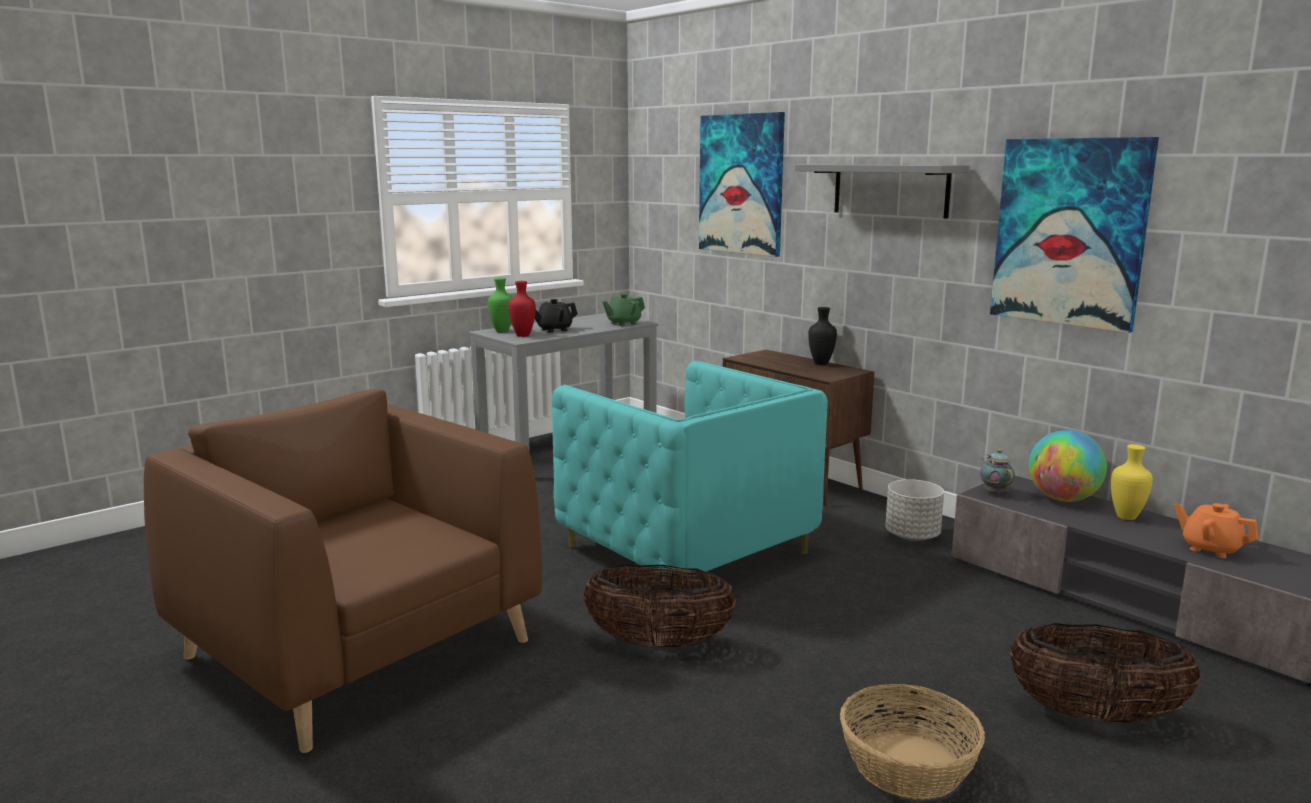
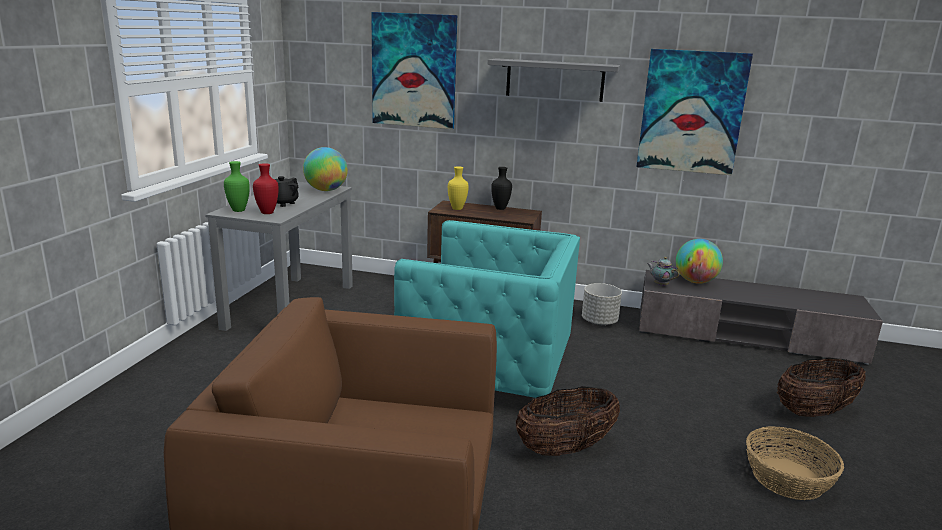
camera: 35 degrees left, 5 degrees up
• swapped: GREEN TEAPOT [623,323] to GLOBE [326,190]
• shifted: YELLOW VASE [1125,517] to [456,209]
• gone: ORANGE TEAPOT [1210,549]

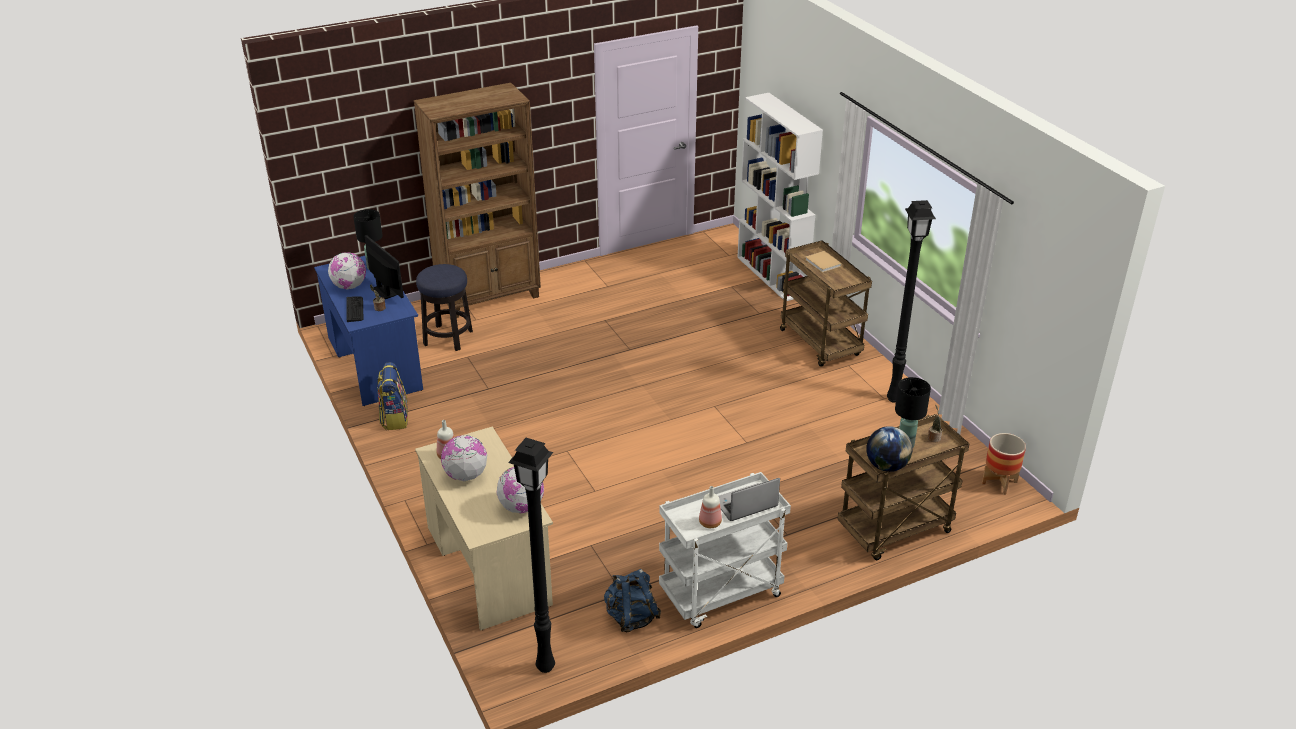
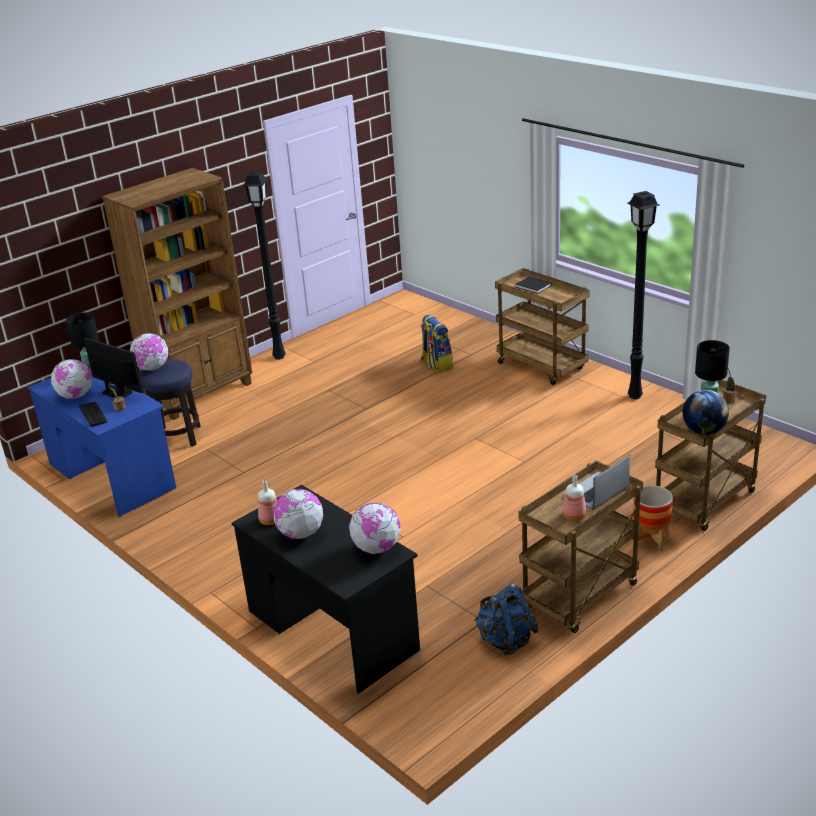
camera: 15 degrees left, 5 degrees down
• shifted: BACKPACK [394,418] to [436,365]
• repainted: BEIGE DESK [488,565] to BLACK DESK [332,630]
• shifted: BLACK FLOOR LAMP [543,667] to [278,357]
• repainted: WHITE CART [720,595] to BROWN CART [580,598]
• gone: WHITE BOOKCASE [772,276]
• repainted: BEIGE BOOK [823,263] to BLACK BOOK [534,286]
• shifted: PLANTER [999,483] to [650,540]
• new: GLOBE [152,368]

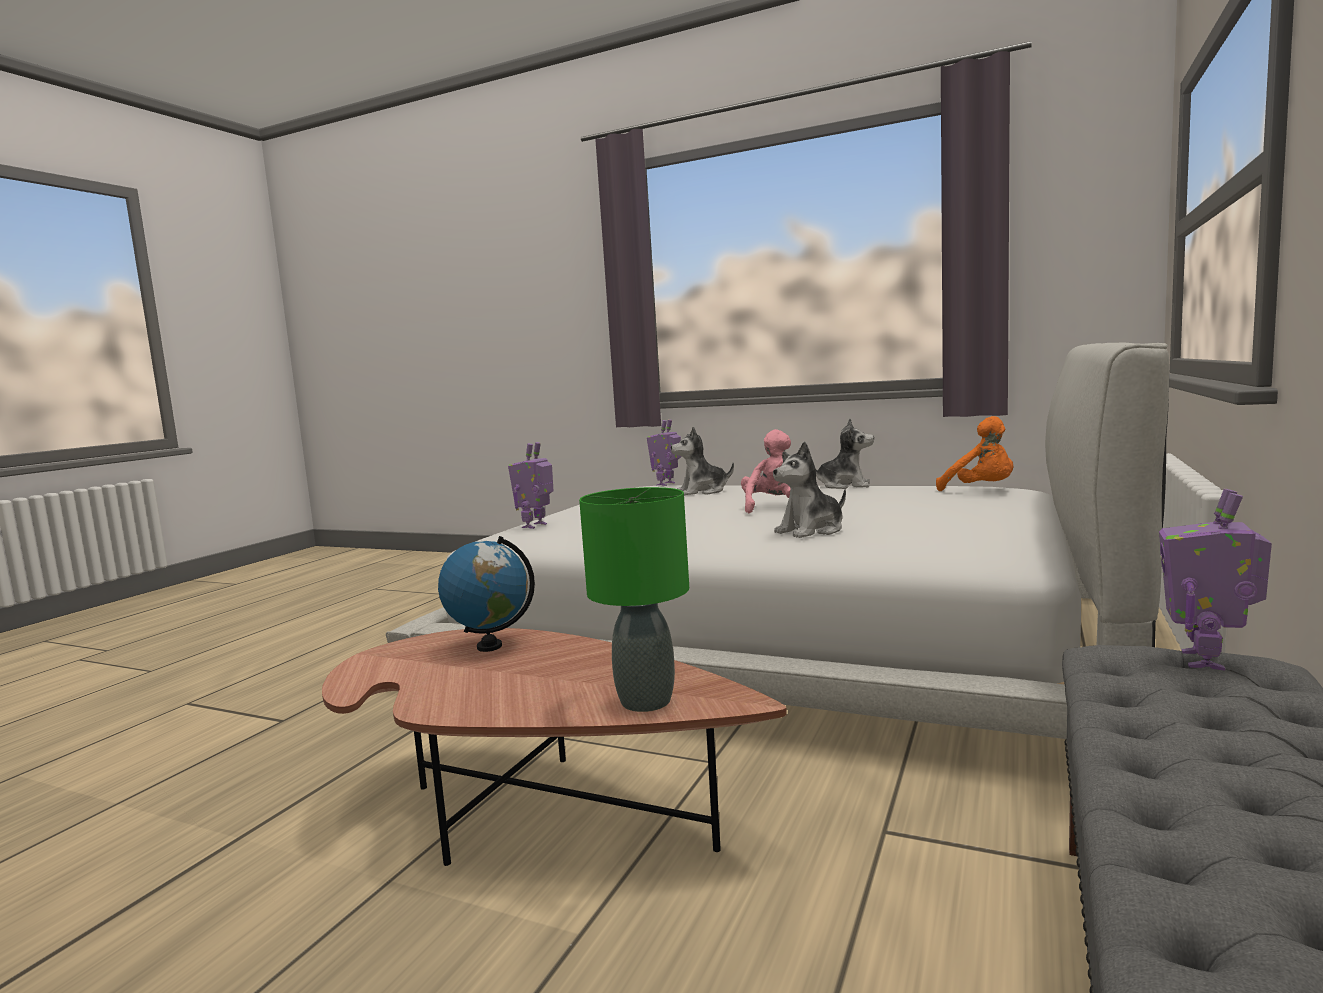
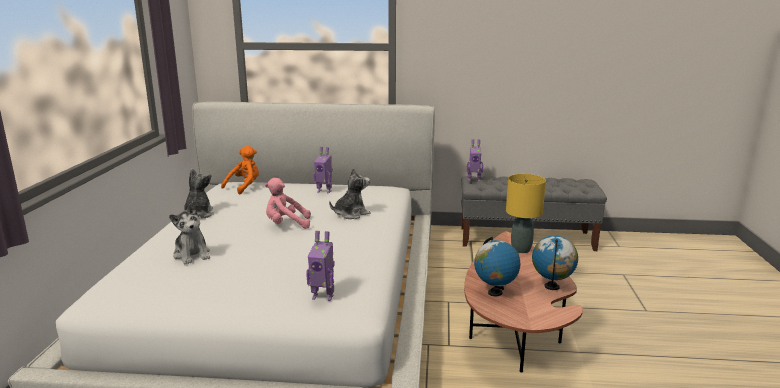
camera: 110 degrees left, 10 degrees up
• repainted: GREEN TABLE LAMP [647,701] to YELLOW TABLE LAMP [520,249]
• shifted: TOY ROBOT [666,484] to [324,191]
• rotated: PLUSH TOY [811,531] = [351,214] 75 degrees counterclockwise
• new: GLOBE [552,287]

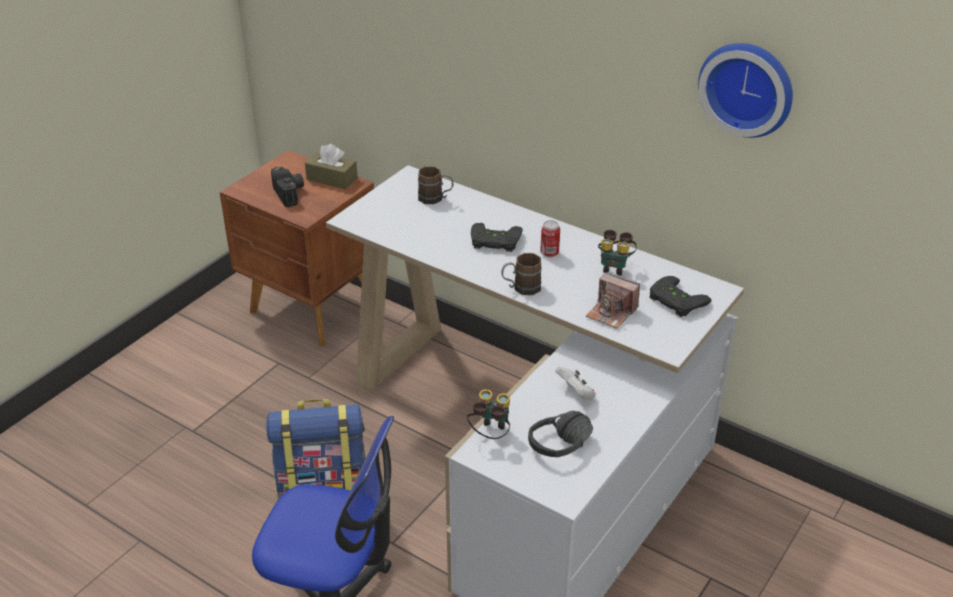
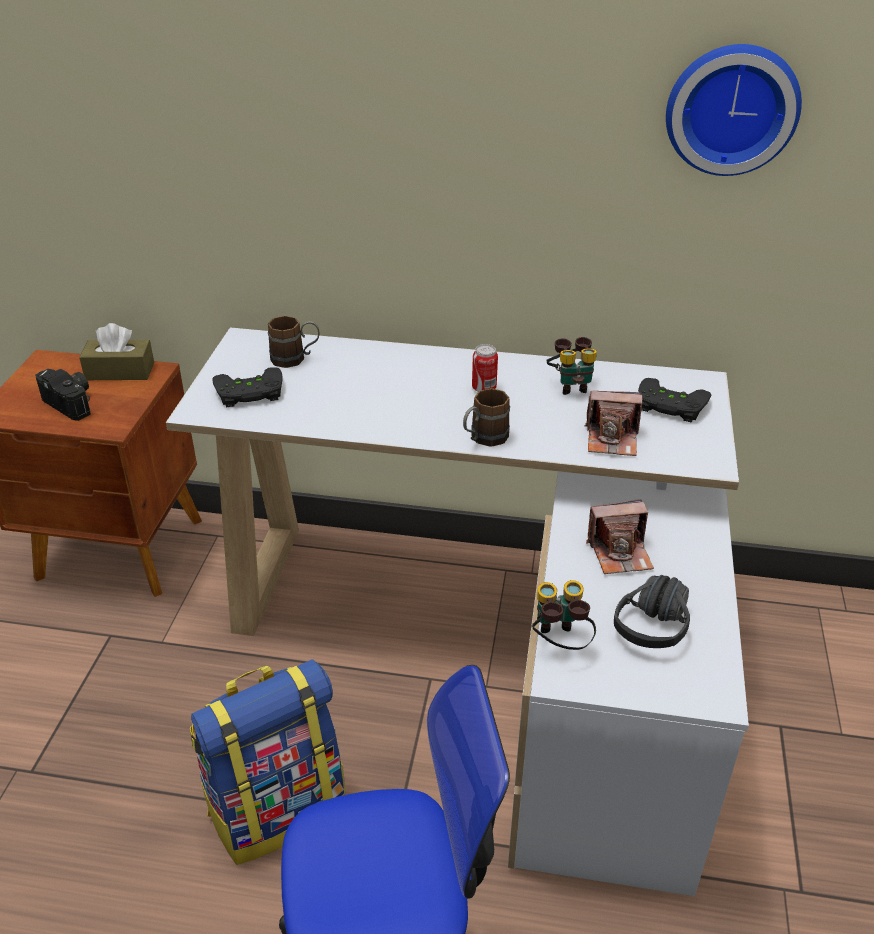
camera: 25 degrees left, 0 degrees up
• shifted: BLACK GAME CONTROLLER [494,242] to [249,394]
• swapped: WHITE GAME CONTROLLER [576,393] to PHOTO CAMERA [620,553]

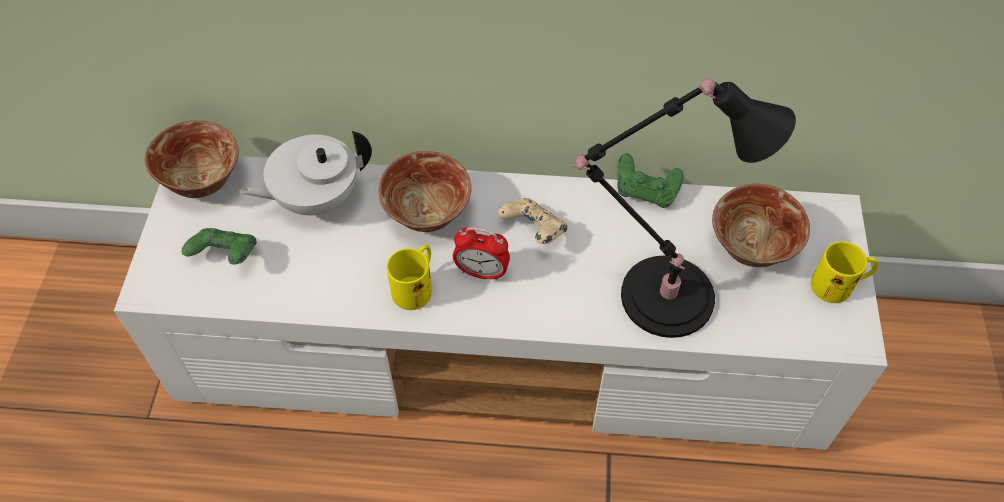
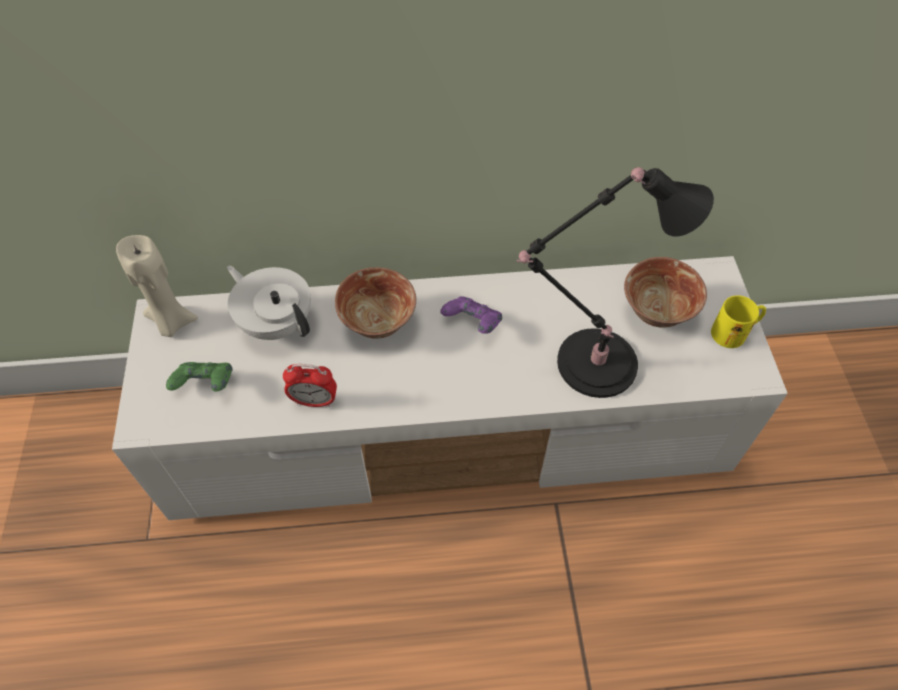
camera: 10 degrees left, 0 degrees up
• swapped: BOWL [202,181] to BEIGE CANDLE [171,322]
• rotated: WHITE TEAPOT [315,198] = [276,323] 75 degrees clockwise
• gone: YELLOW MUG [416,285]
• shifted: ALARM CLOCK [482,272] to [314,401]
• repainted: BEIGE GAME CONTROLLER [533,231] to PURPLE GAME CONTROLLER [472,324]
• gone: GREEN GAME CONTROLLER [646,192]

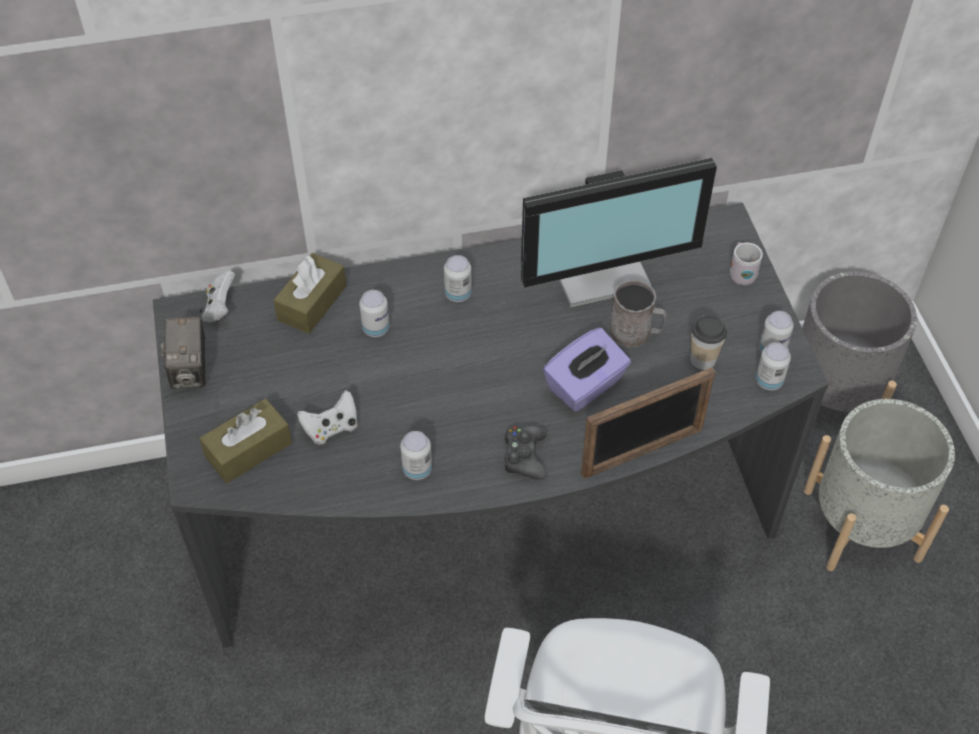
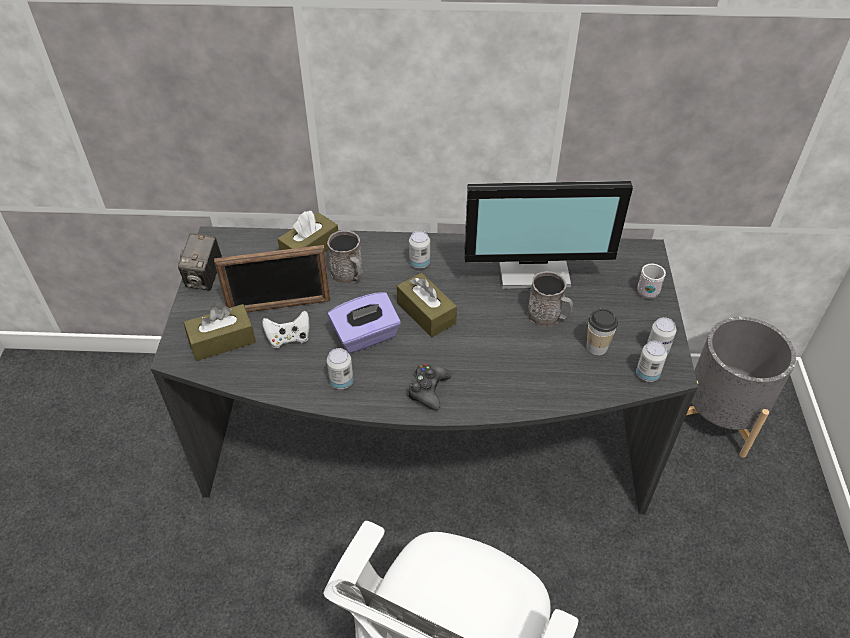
camera: 15 degrees right, 5 degrees down
• gone: WHITE GAME CONTROLLER [220,308]
• swapped: CAN [376,329] to GREY MUG [349,275]
• shifted: PURPLE TISSUE BOX [585,386] to [366,336]
• shifted: PICTURE FRAME [642,452] to [279,306]
• gone: GREY PLANTER [861,524]
• new: BROWN TISSUE BOX [426,313]

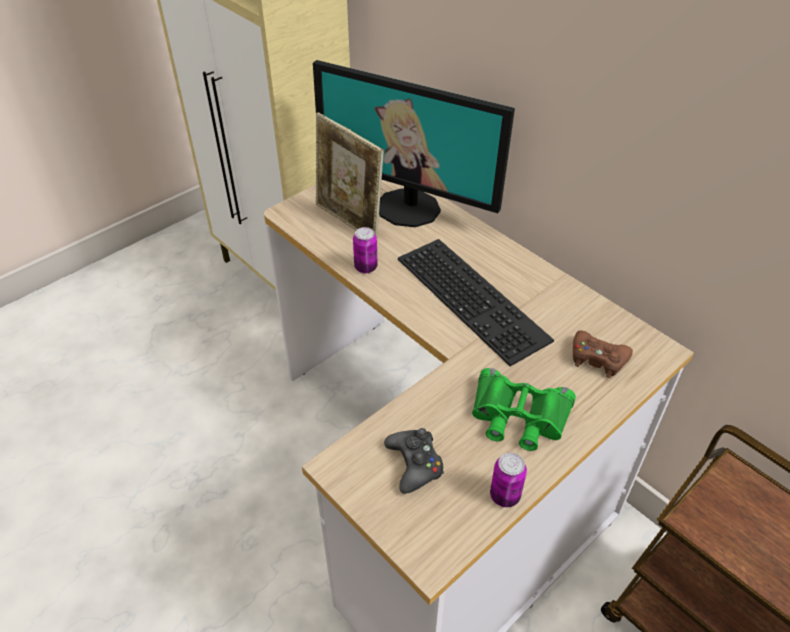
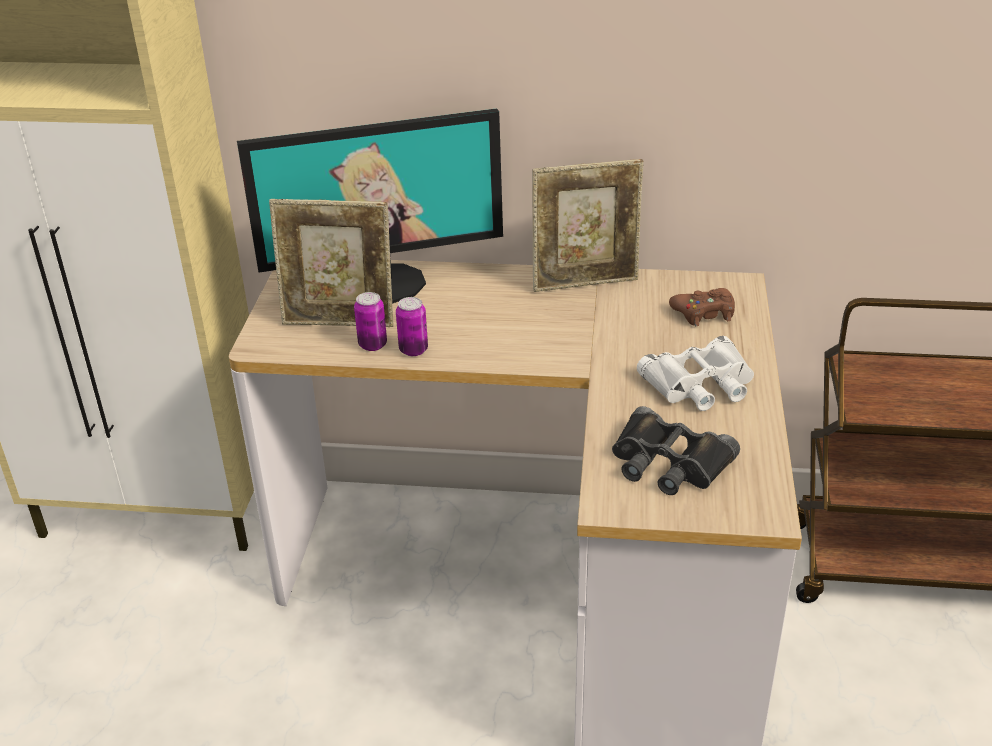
camera: 40 degrees left, 10 degrees down
• swapped: BLACK GAME CONTROLLER [415,464] to BLACK BINOCULARS [668,463]
• gone: KEYBOARD [475,298]
• repainted: GREEN BINOCULARS [518,416] to WHITE BINOCULARS [700,384]
• shifted: CAN [504,496] to [372,345]
• new: PICTURE FRAME [585,283]

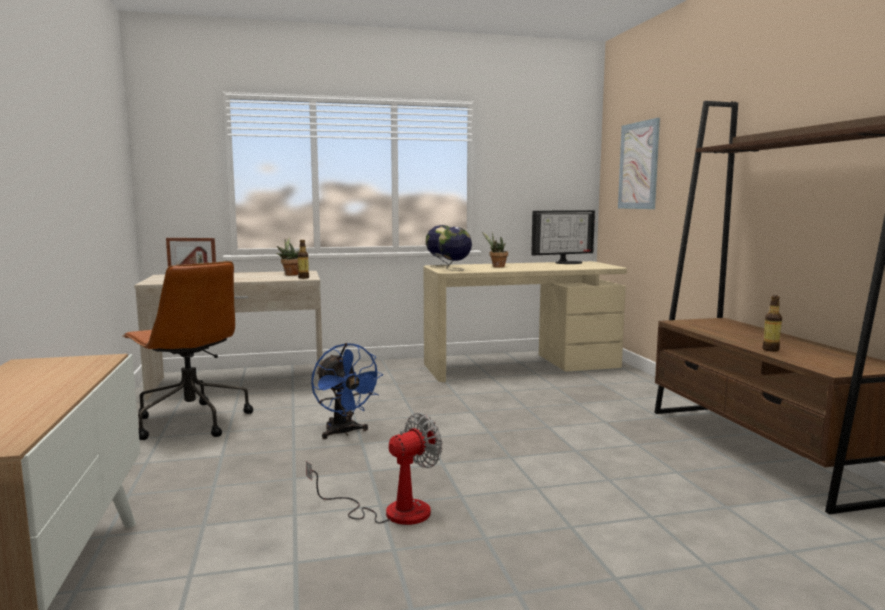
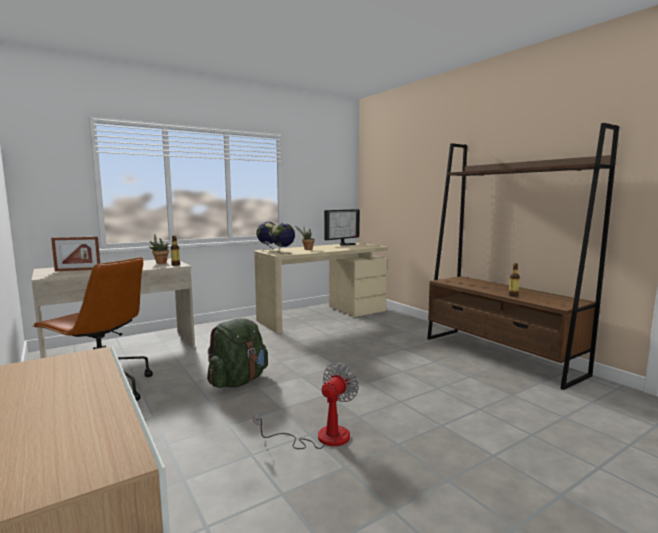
camera: 20 degrees left, 0 degrees up
• swapped: BLUE FAN [344,432] to GREEN BACKPACK [238,381]
• gone: PICTURE [638,165]

